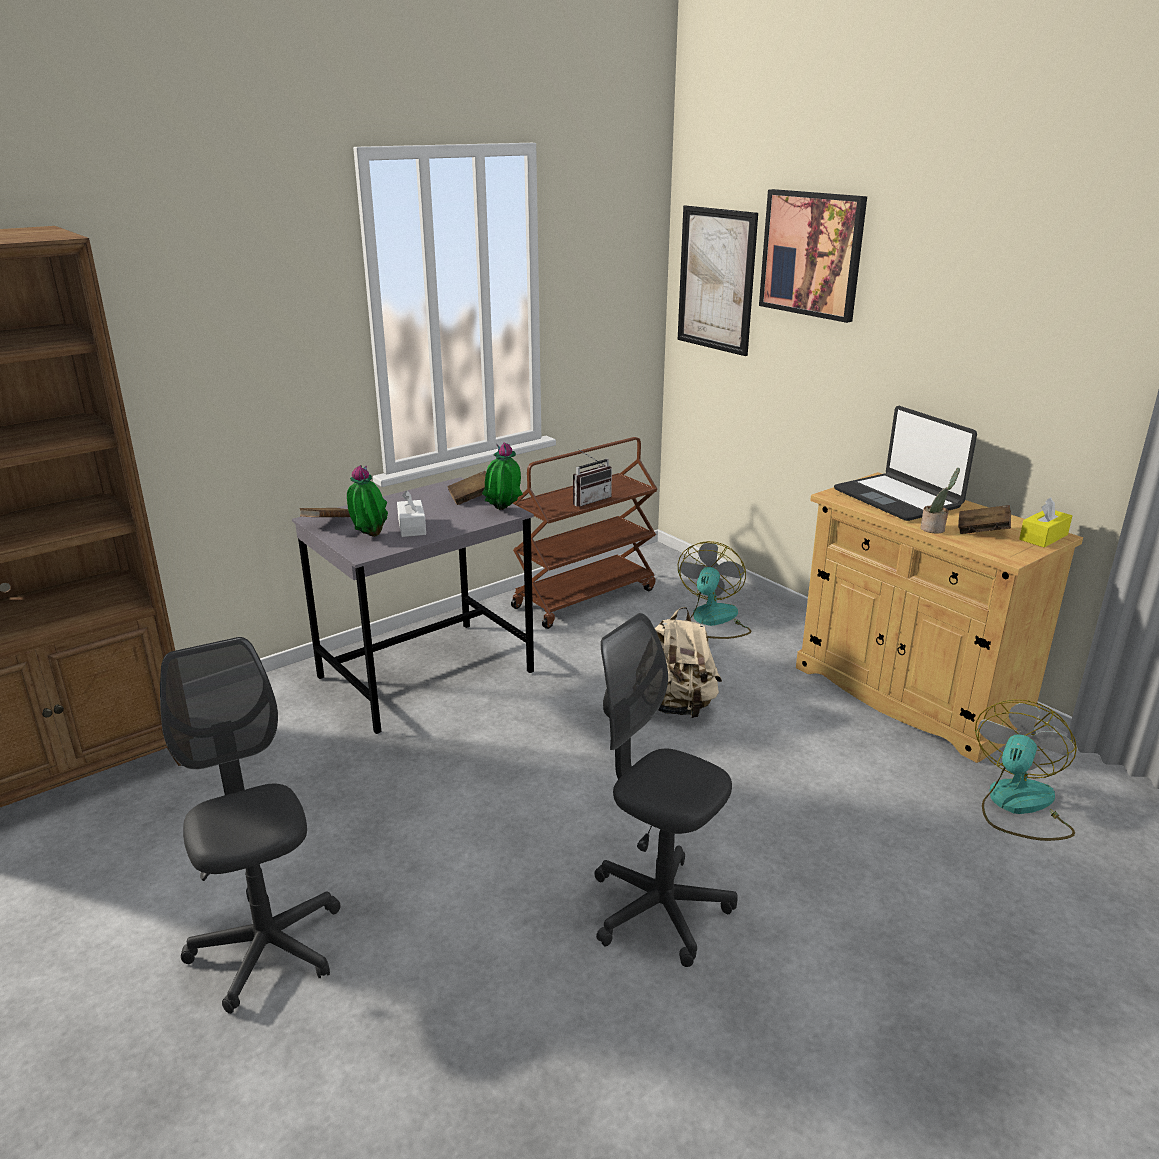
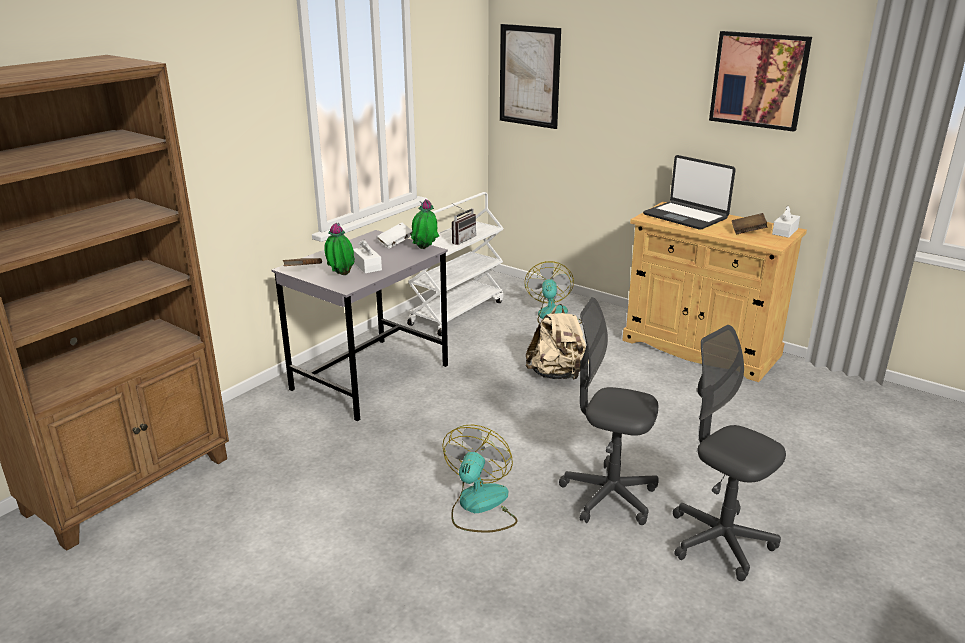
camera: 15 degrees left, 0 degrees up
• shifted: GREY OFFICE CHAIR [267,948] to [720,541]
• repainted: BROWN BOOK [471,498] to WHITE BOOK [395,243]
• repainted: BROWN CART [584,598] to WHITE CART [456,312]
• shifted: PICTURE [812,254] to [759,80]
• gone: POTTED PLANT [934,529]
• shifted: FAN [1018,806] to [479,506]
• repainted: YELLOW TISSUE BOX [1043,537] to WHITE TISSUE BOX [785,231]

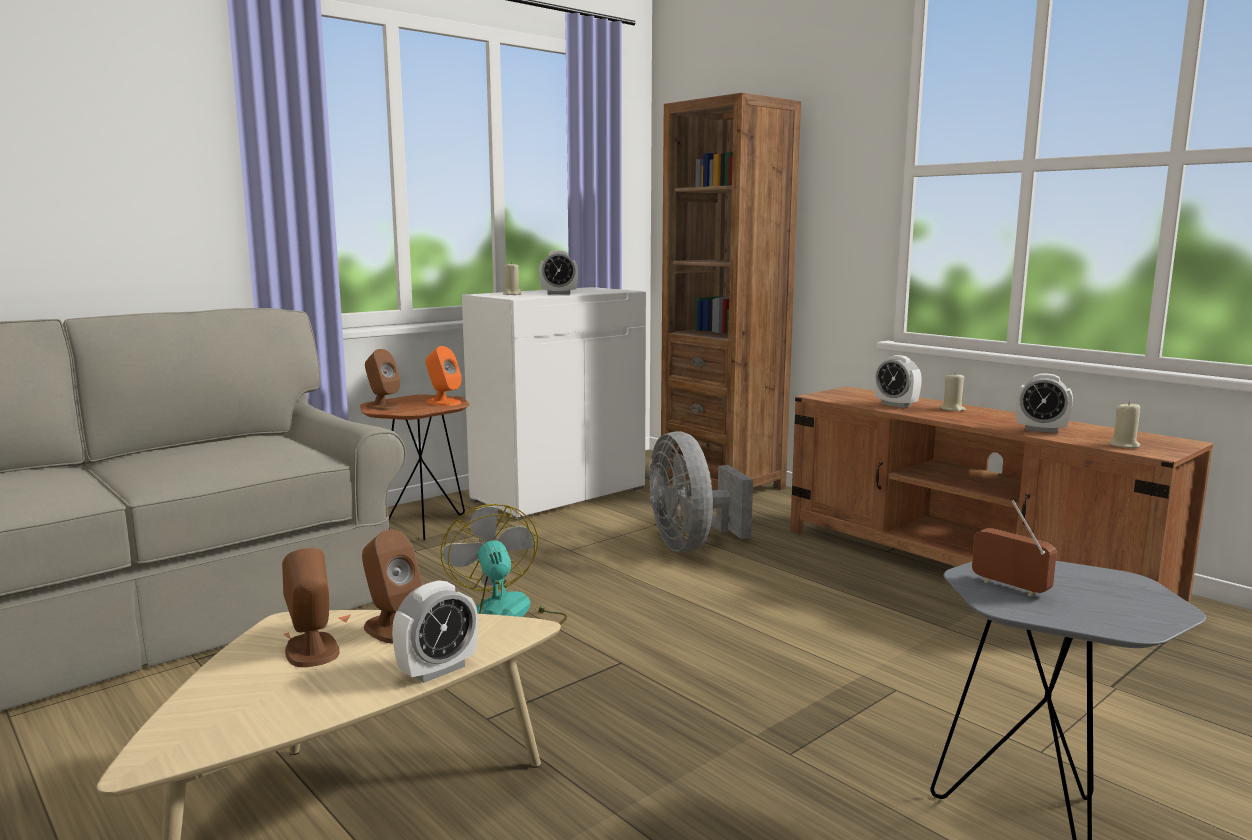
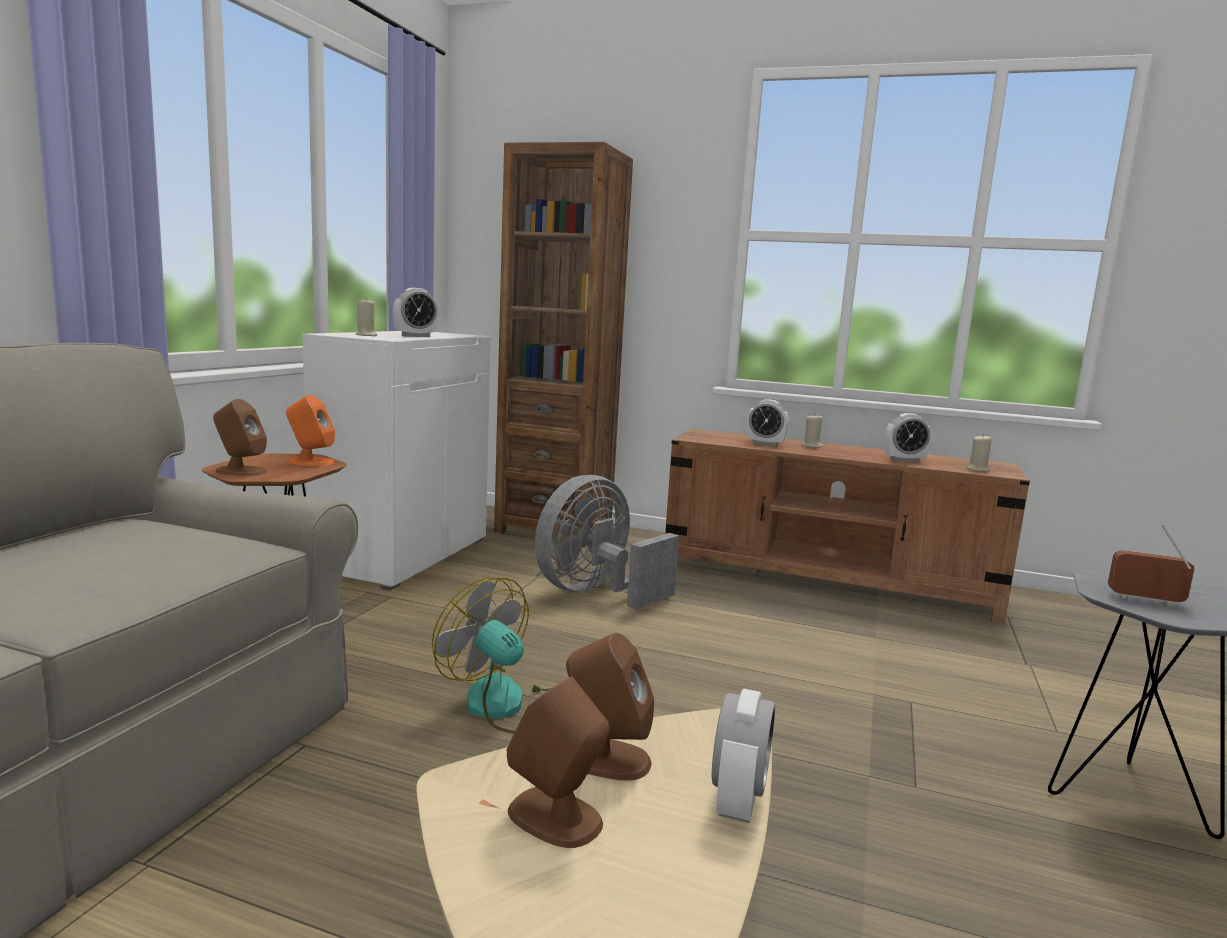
camera: 30 degrees left, 0 degrees up
• rotated: GREY FAN [691,545] = [596,593] 90 degrees clockwise

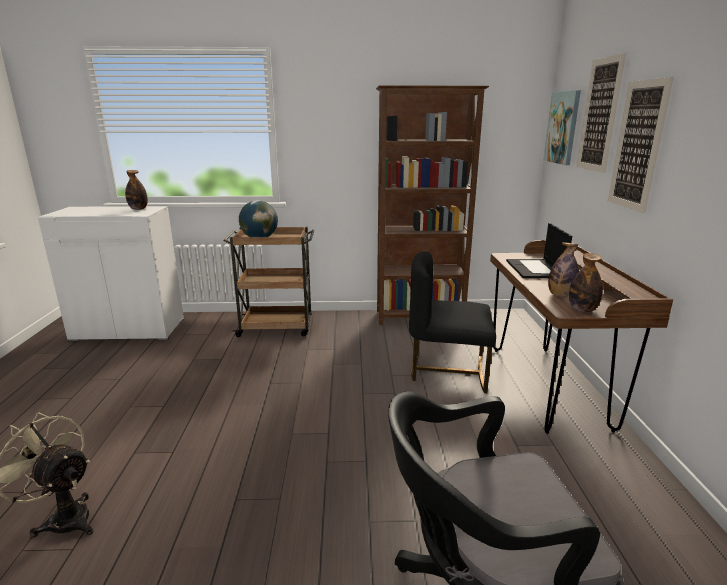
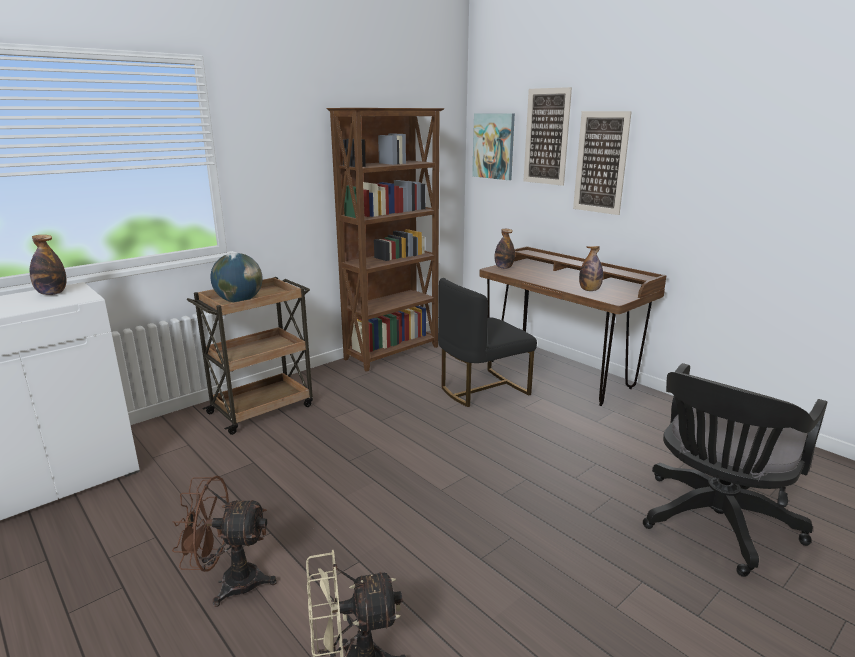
camera: 40 degrees left, 0 degrees up
• gone: LAPTOP [535,269]
• shifted: BOTTLE [582,310] to [503,267]
• new: BROWN FAN [230,582]

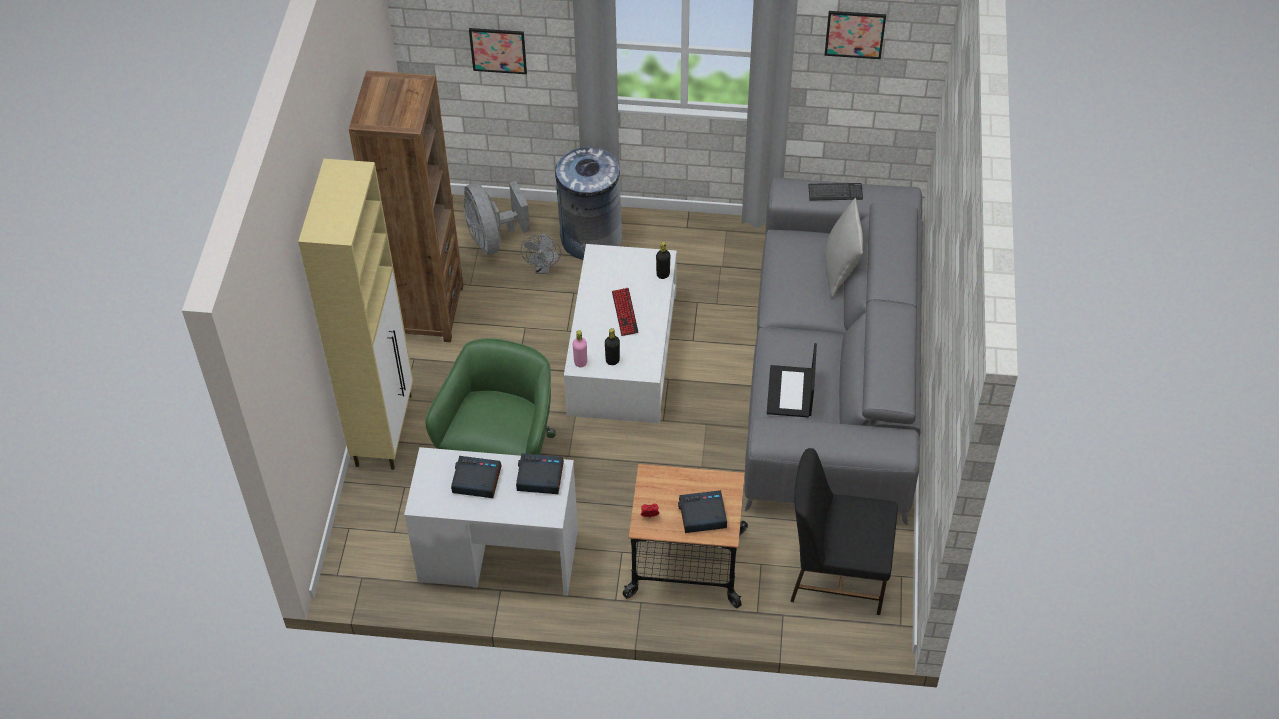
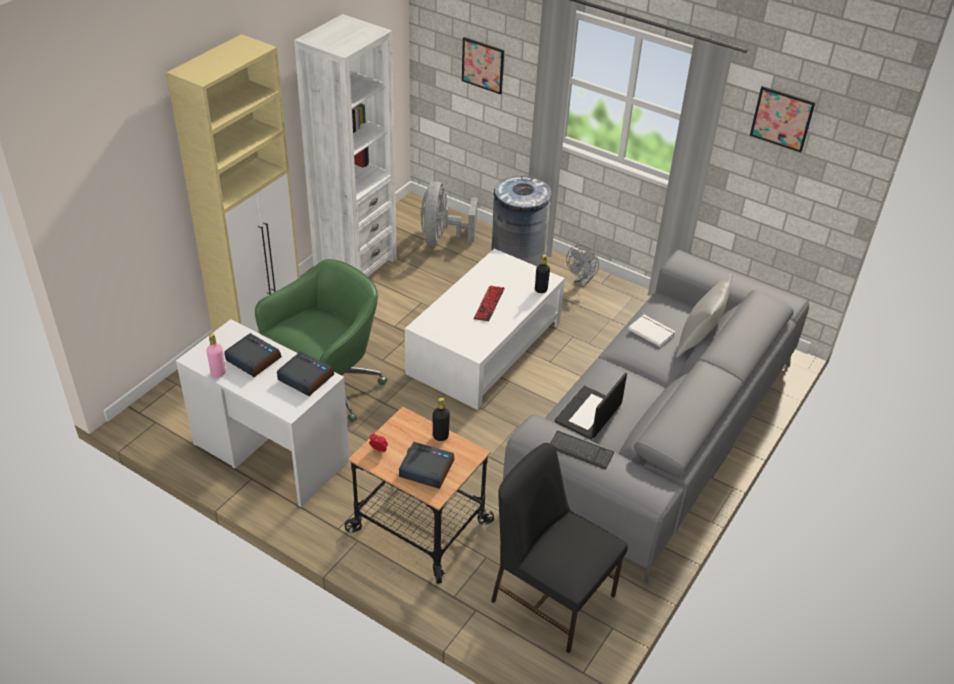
camera: 25 degrees right, 10 degrees down
• repainted: BROWN BOOKCASE [425,311] to WHITE BOOKCASE [355,265]
• shifted: GREY FAN [543,268] to [582,282]
• shifted: PINK BOTTLE [580,362] to [218,373]
• shifted: BLACK BOTTLE [612,360] to [440,436]
• shifted: KEYBOARD [835,193] to [580,451]
• new: WHITE BOOK [651,331]

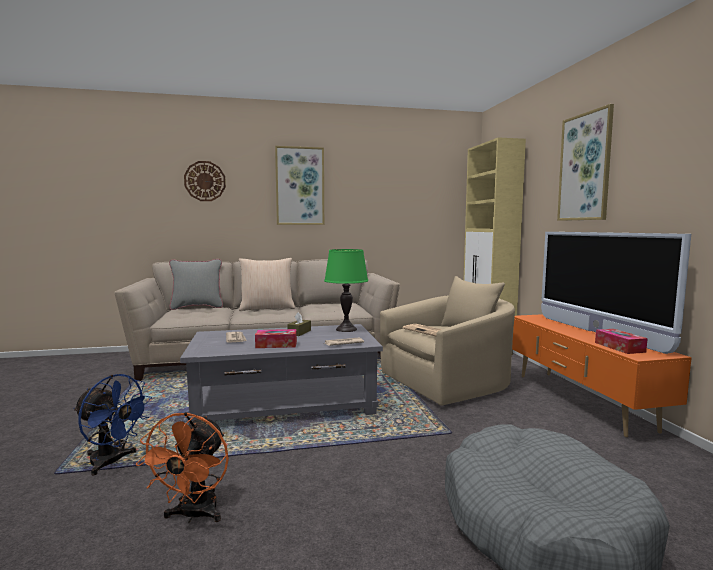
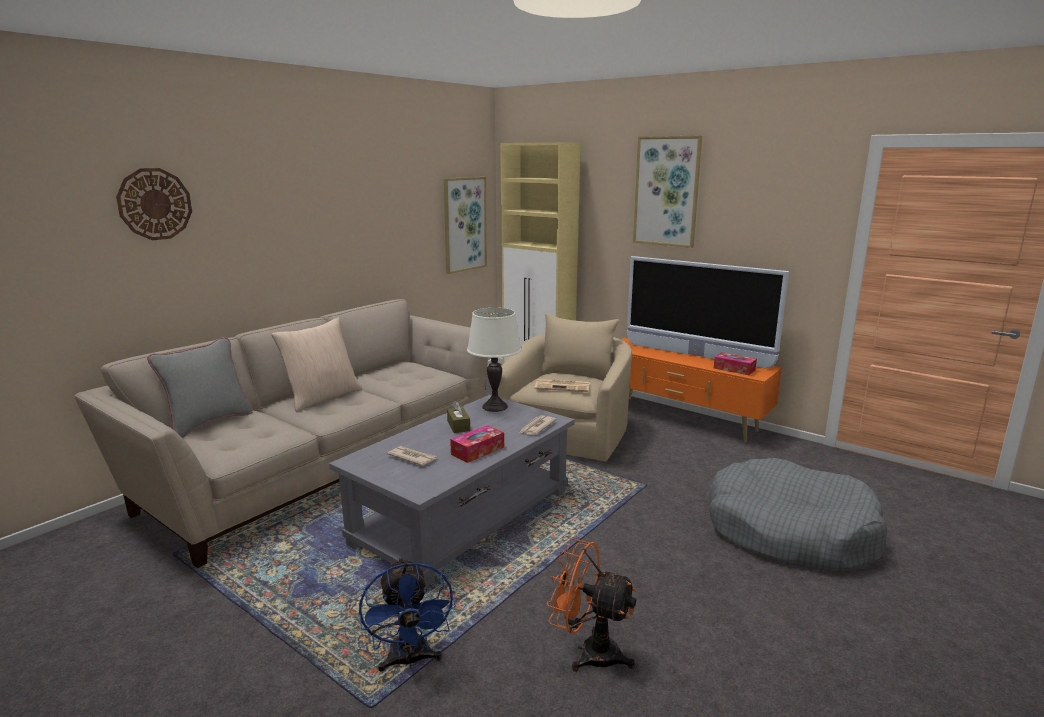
camera: 40 degrees left, 10 degrees up
• rotated: BLUE FAN [112,462] = [409,661] 90 degrees clockwise
• rotated: ORANGE FAN [194,515] = [589,652] 150 degrees clockwise
• shifted: PICTURE [300,186] to [464,224]
• repainted: GREEN TABLE LAMP [346,329] to WHITE TABLE LAMP [495,407]

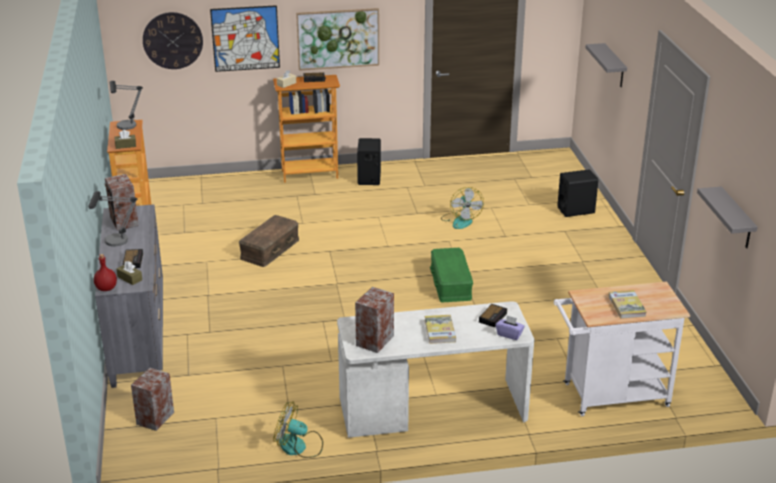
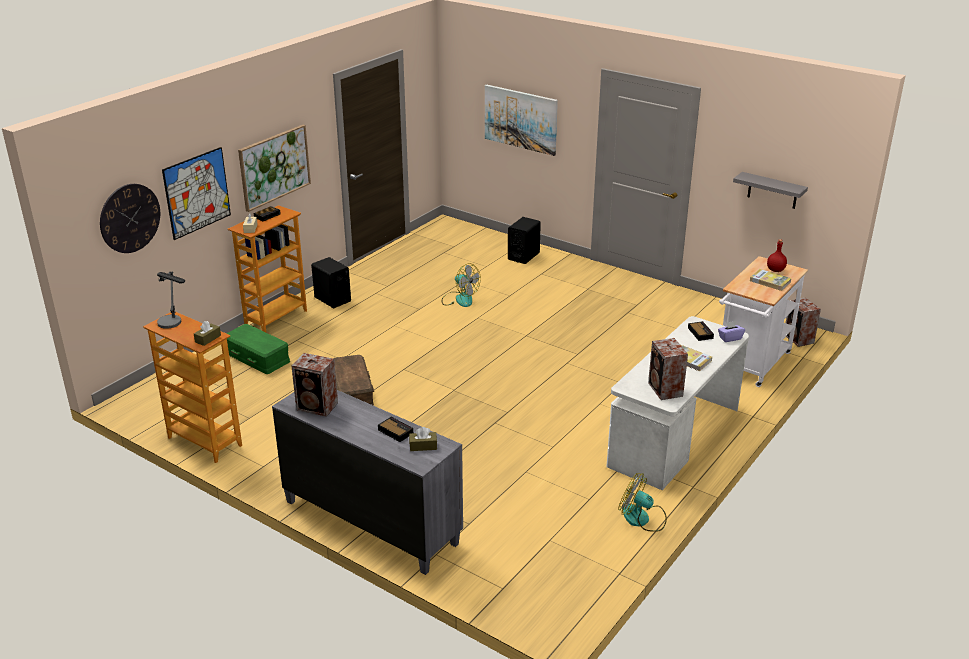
camera: 45 degrees left, 0 degrees up
• gone: TABLE LAMP [114,244]
• shifted: RED BOTTLE [106,288] to [775,270]
• shifted: SPEAKER [154,419] to [799,339]
• rotated: FAN [299,446] = [642,518] 60 degrees clockwise
• shifted: GREEN STORAGE BOX [451,283] to [258,357]
• swapped: GREY SHELF [614,66] to PICTURE [520,119]

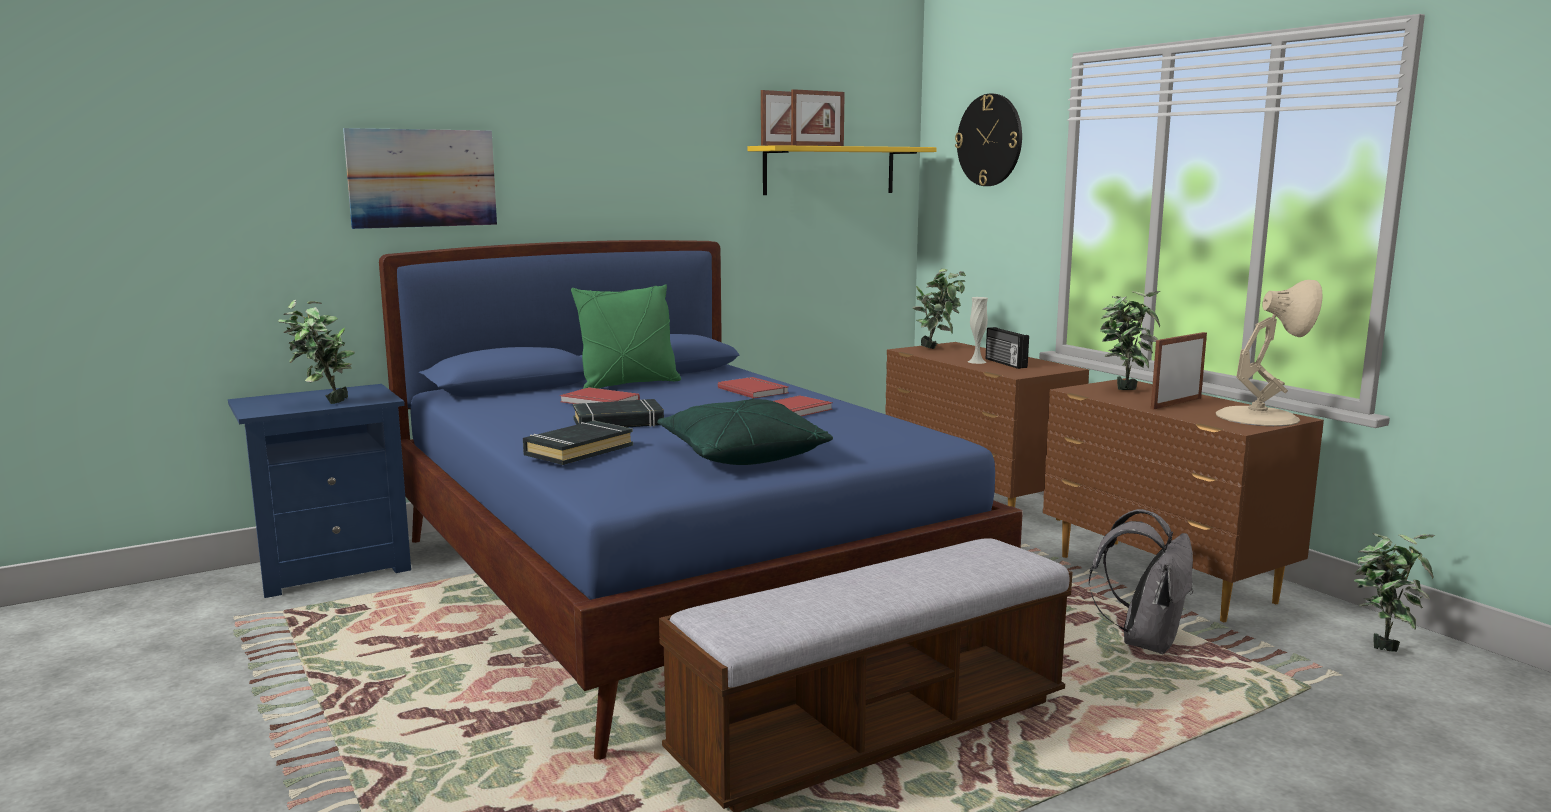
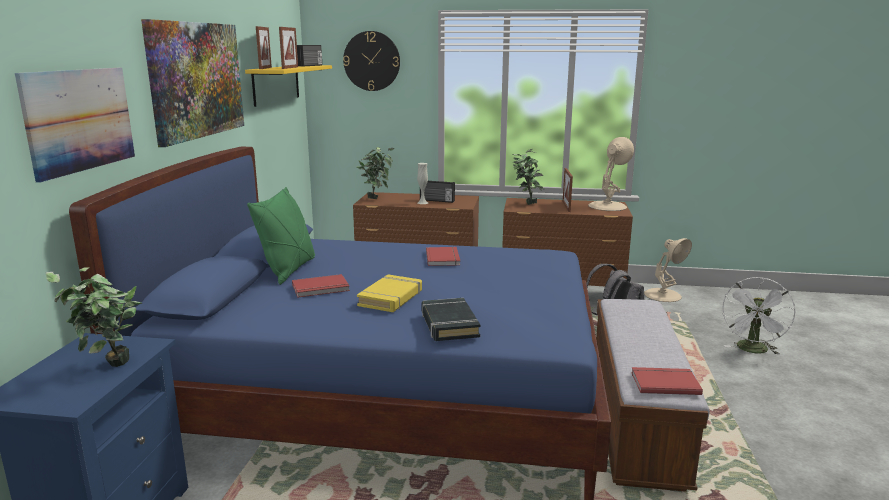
camera: 50 degrees left, 5 degrees up
• repainted: BLACK BOOK [618,422] to YELLOW BOOK [391,298]
• gone: GREEN PILLOW [741,456]
• shifted: RED BOOK [754,390] to [664,382]
• swapped: POTTED PLANT [1382,645] to BEIGE TABLE LAMP [663,295]
• new: PICTURE [197,80]
• new: RADIO [310,65]
• new: WHITE FAN [752,351]

